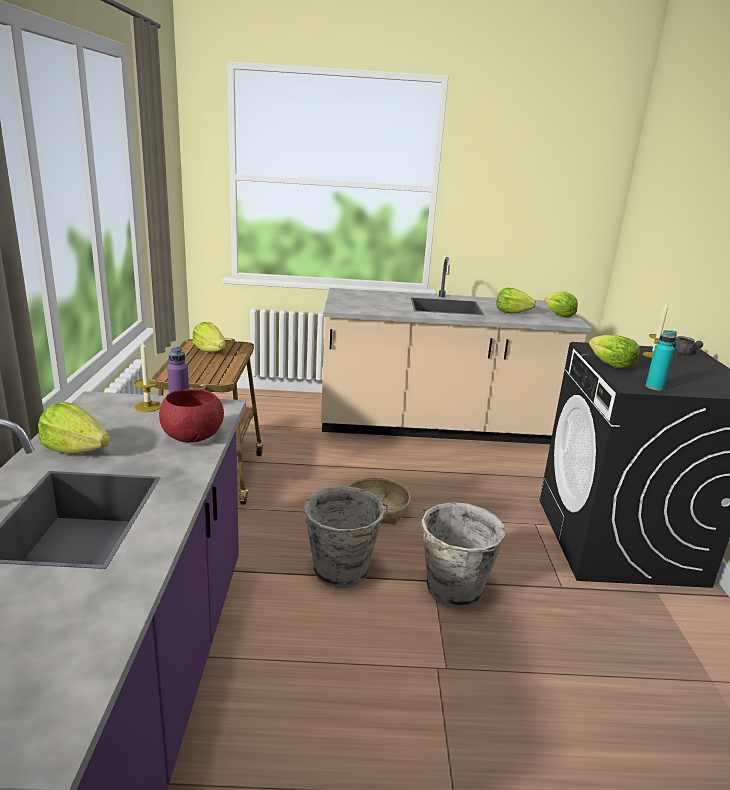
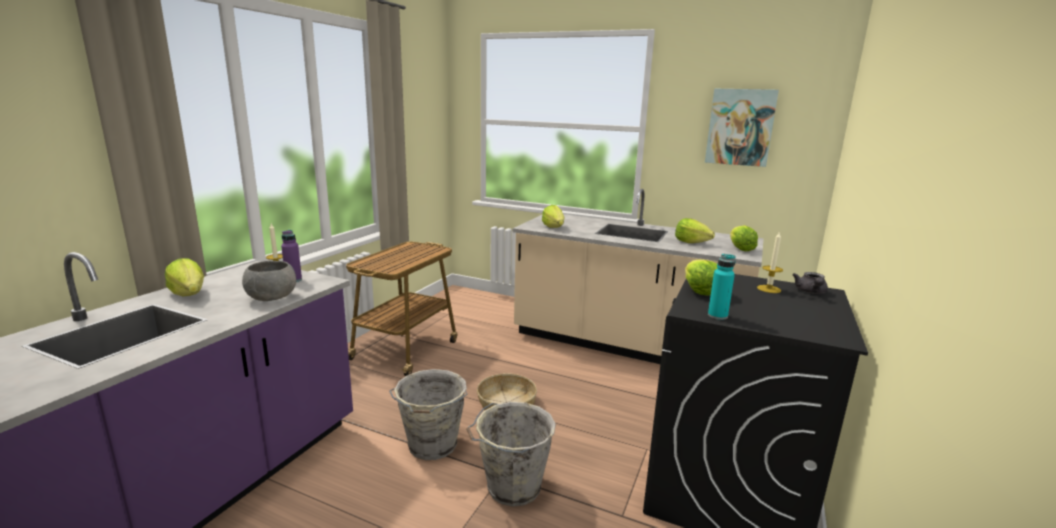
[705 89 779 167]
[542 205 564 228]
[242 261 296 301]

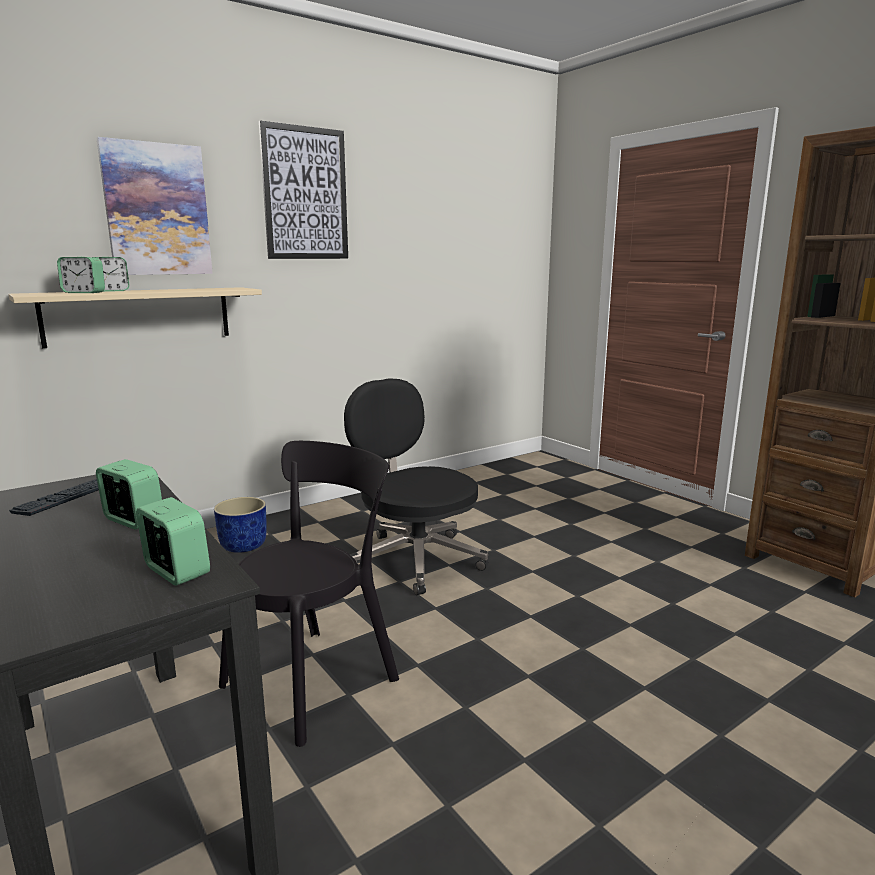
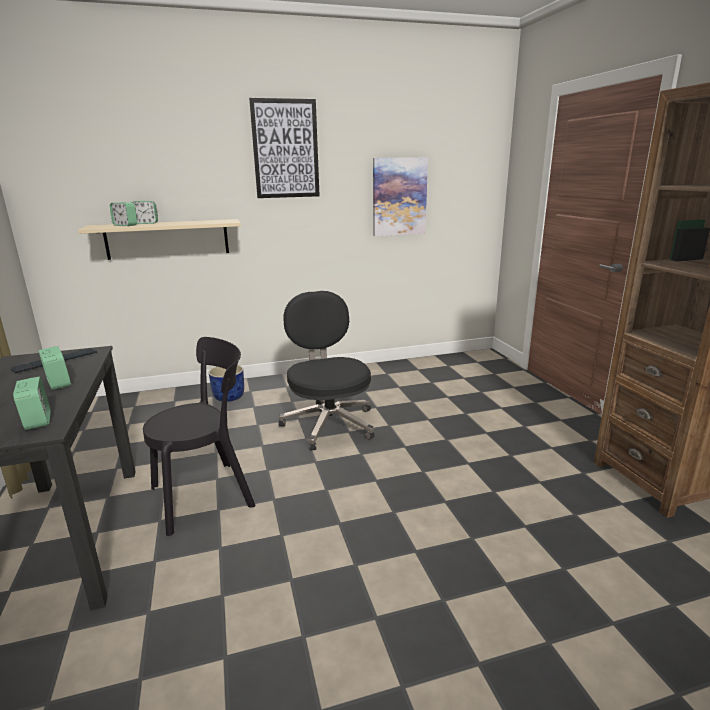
[373 157 428 236]

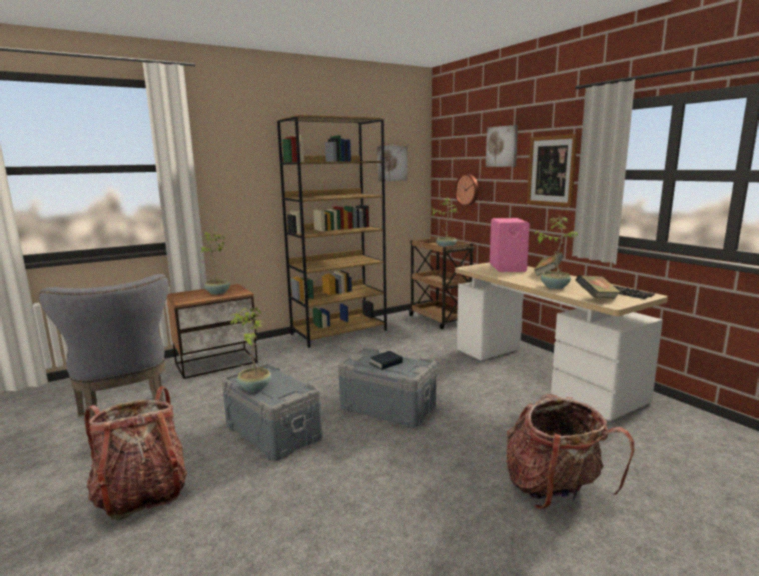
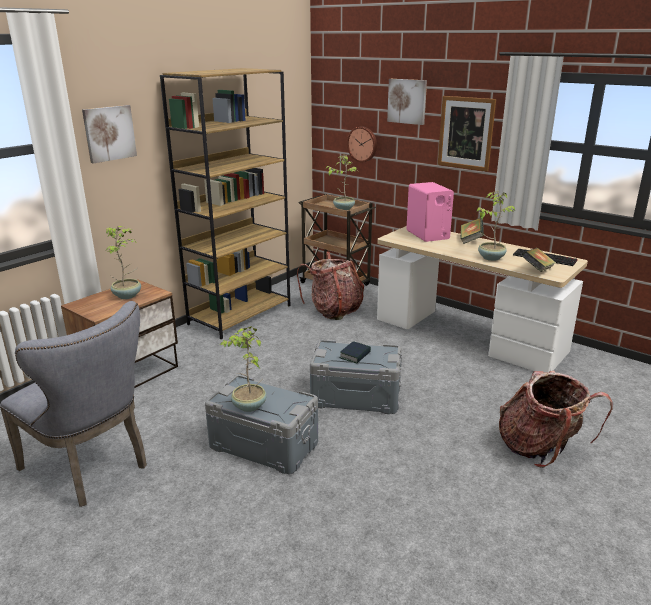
[297 252 364 320]
[82 105 137 163]

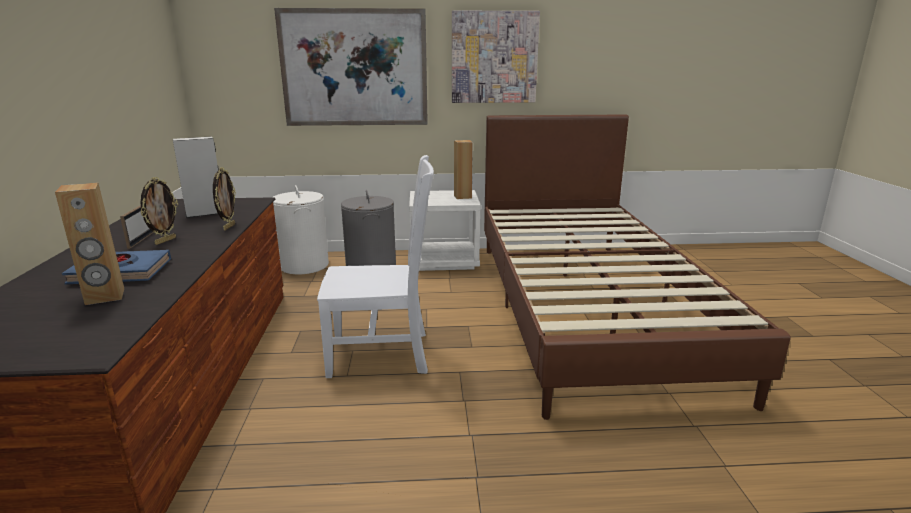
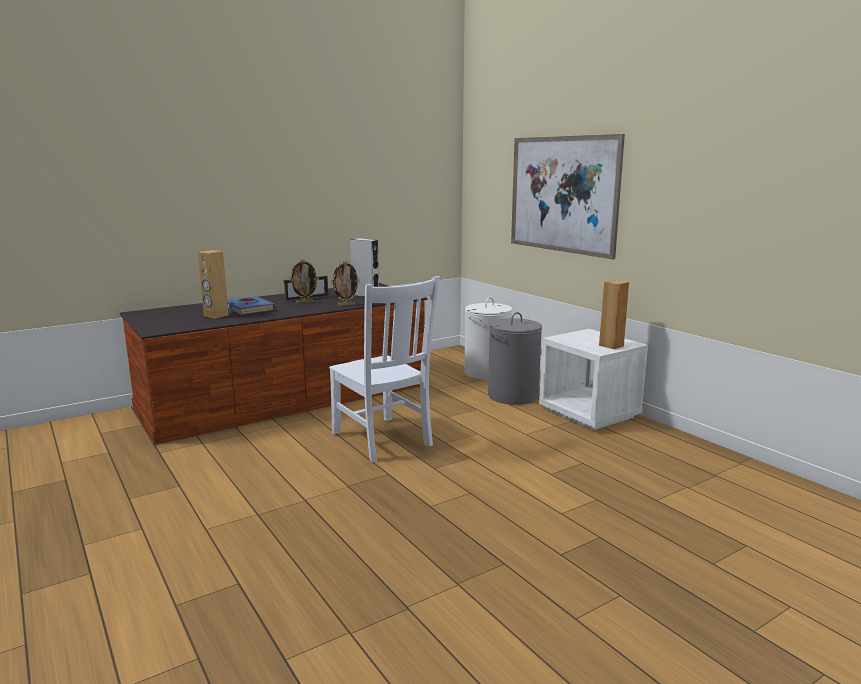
[452 11 540 103] (first image)
[484 114 791 420] (first image)

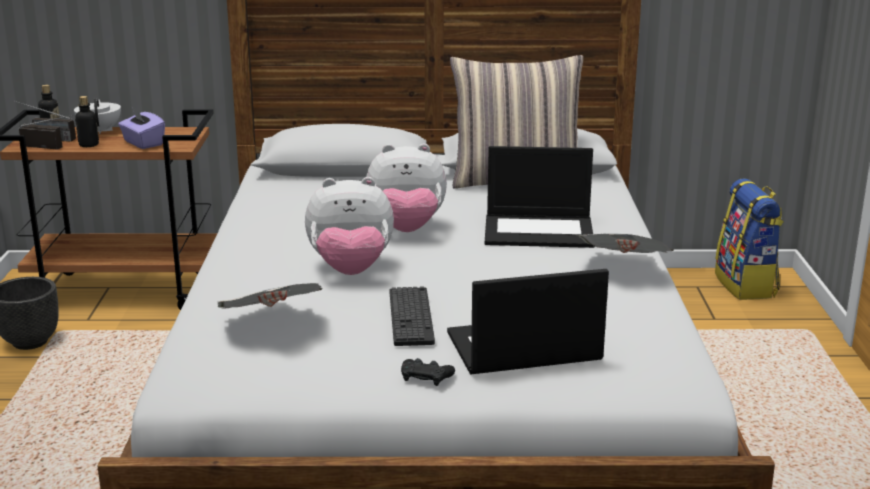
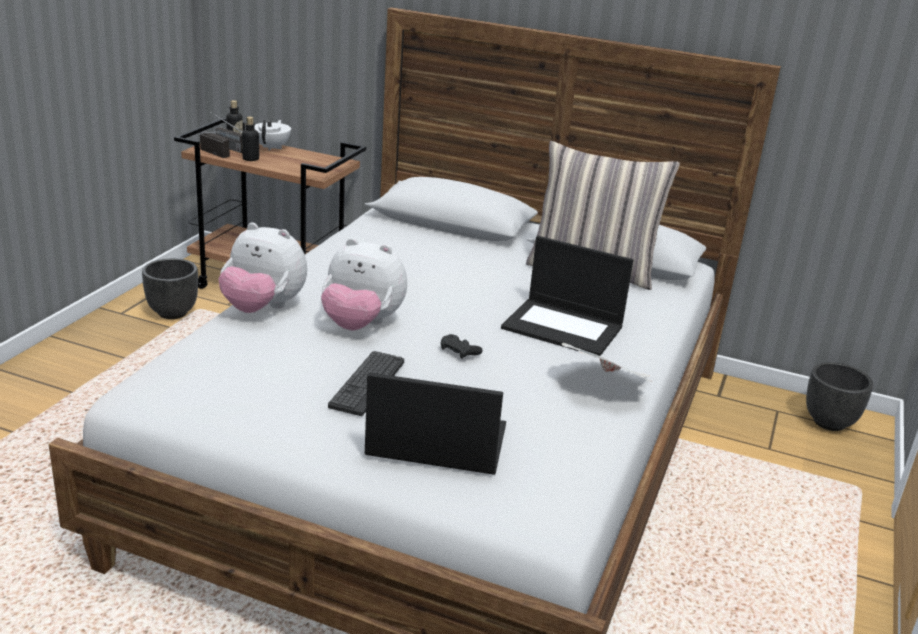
[118 107 165 149] (first image)
[218 283 322 309] (first image)
[218 222 307 313]
[441 334 483 359]
[806 362 874 431]

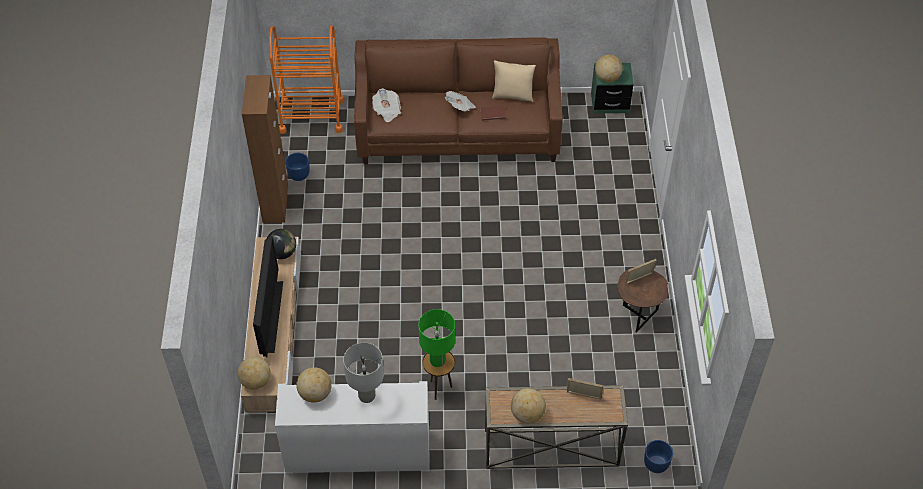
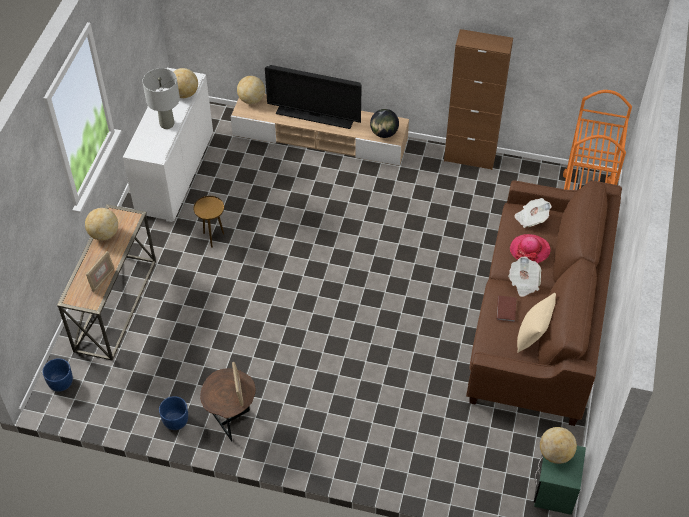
[418 309 455 367] (first image)
[510 234 551 263]
[159 396 188 430]

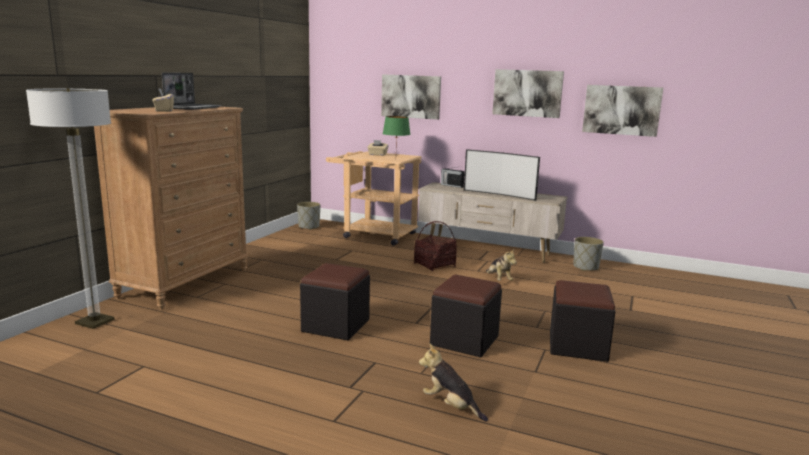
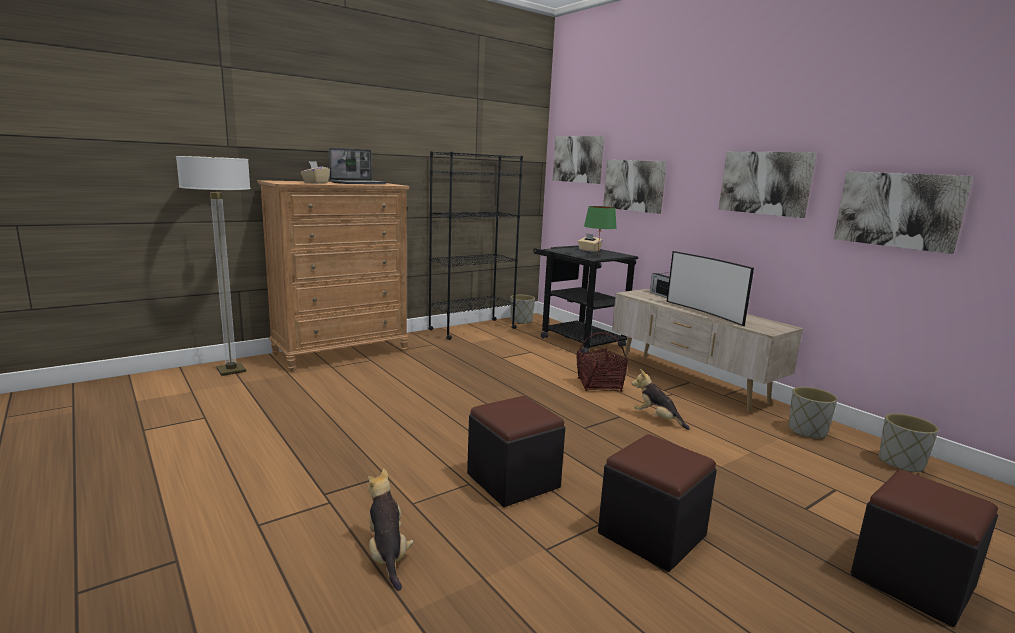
[428 151 523 340]
[553 136 604 184]
[879 413 939 473]
[851 470 998 627]
[533 246 638 354]
[632 369 690 430]

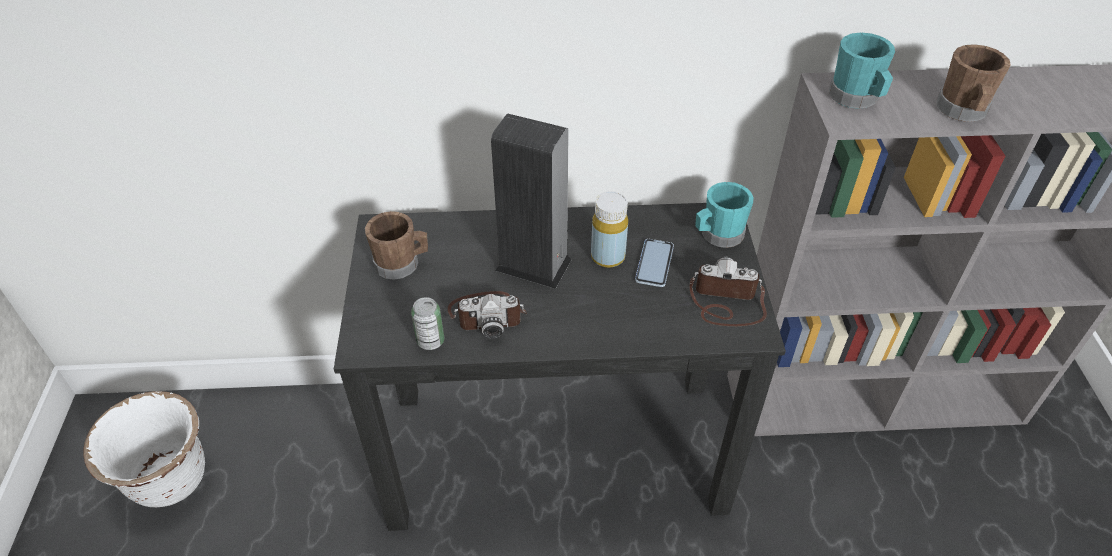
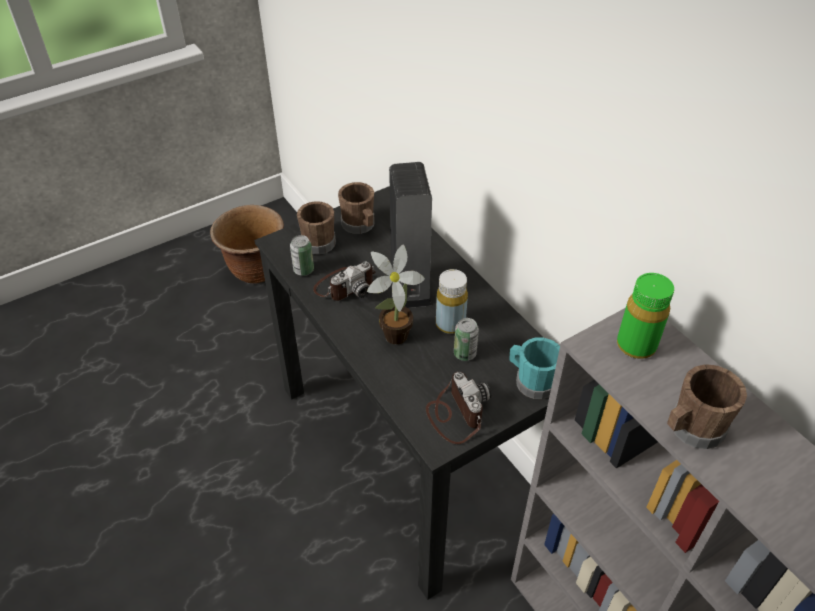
[297 201 336 255]
[367 244 425 345]
[454 318 479 361]
[617 273 674 359]
[210 205 284 283]
[313 261 376 301]

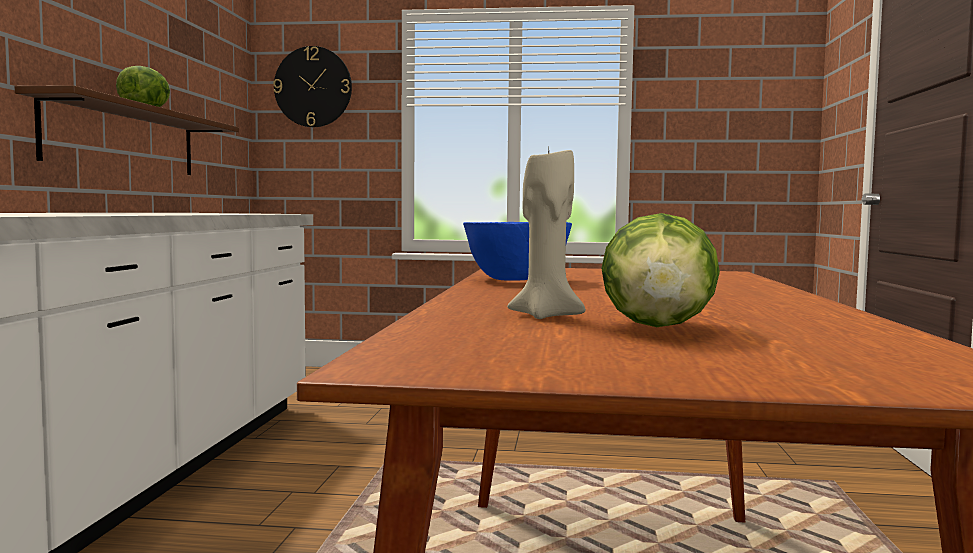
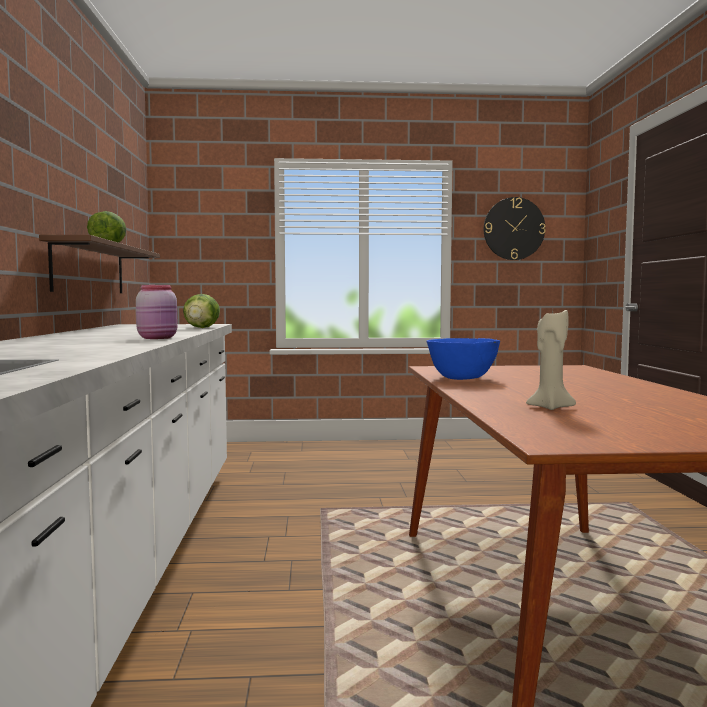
[136 285 178 339]
[484 197 545 260]
[183 294 220 328]

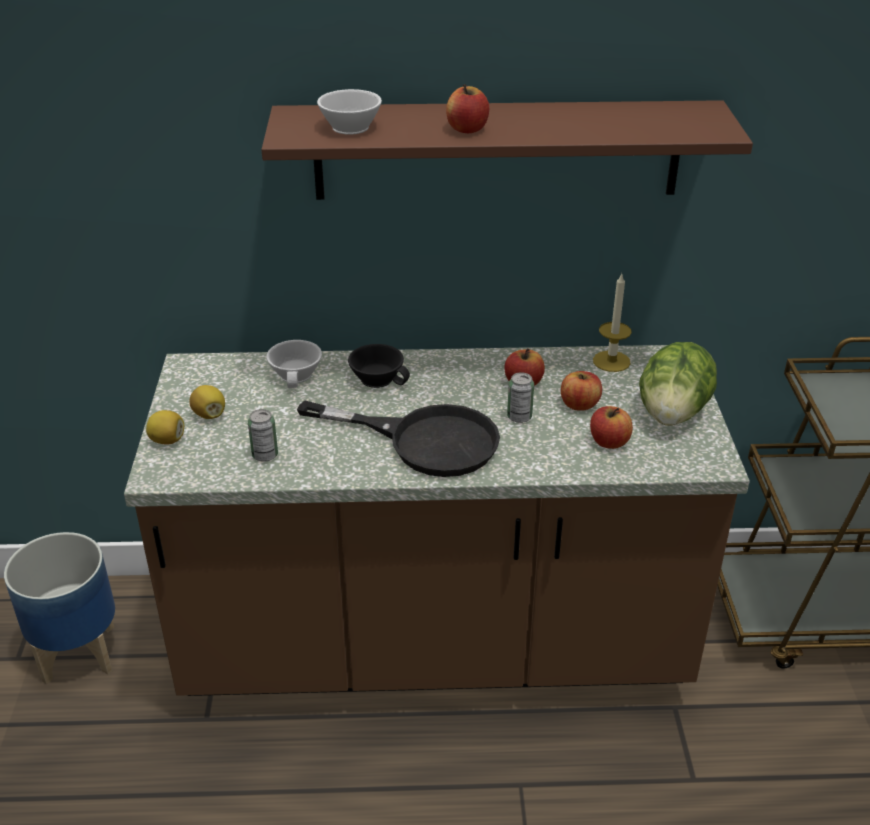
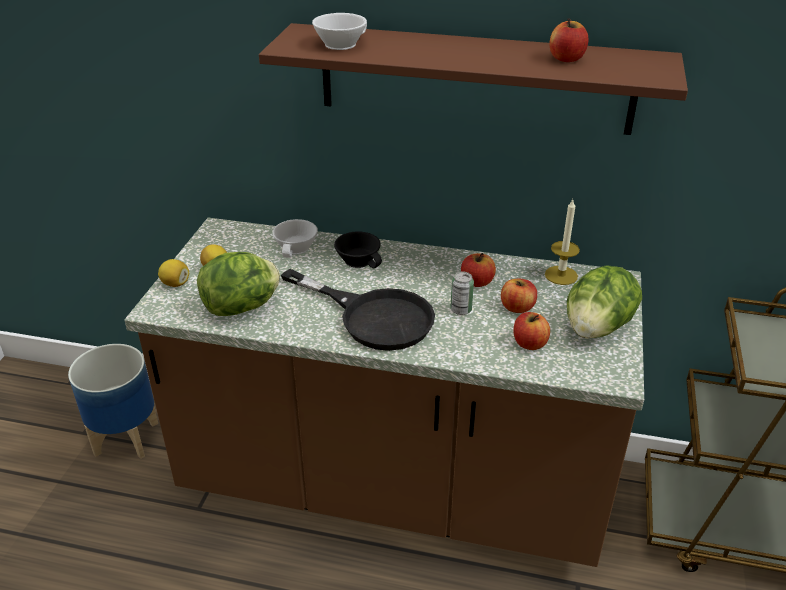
[549 18 588 62]
[197 252 280 316]

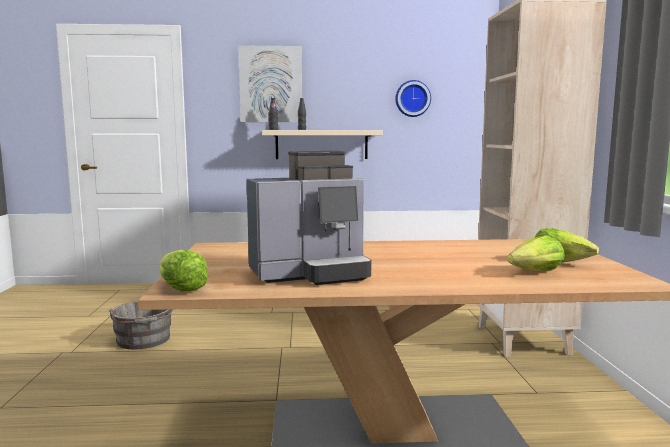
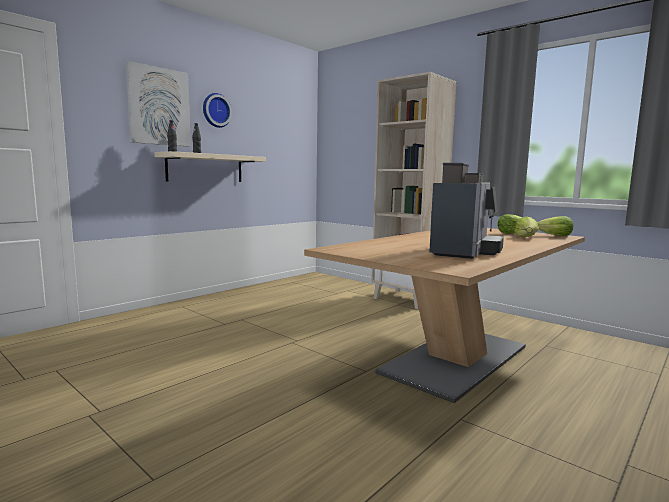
[109 301 173 350] (first image)
[537 216 573 236]
[203 93 232 128]

